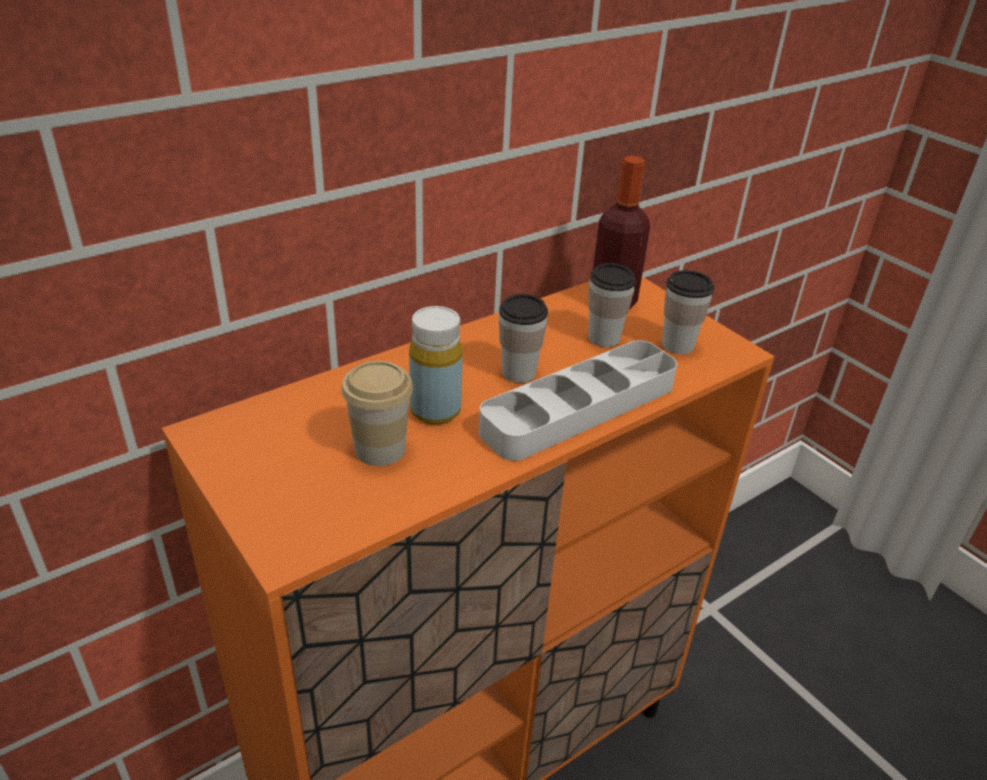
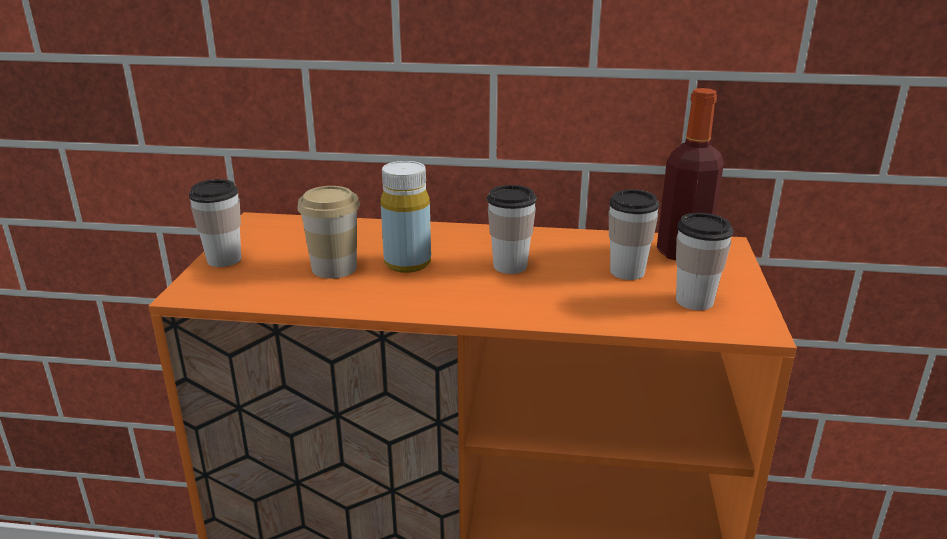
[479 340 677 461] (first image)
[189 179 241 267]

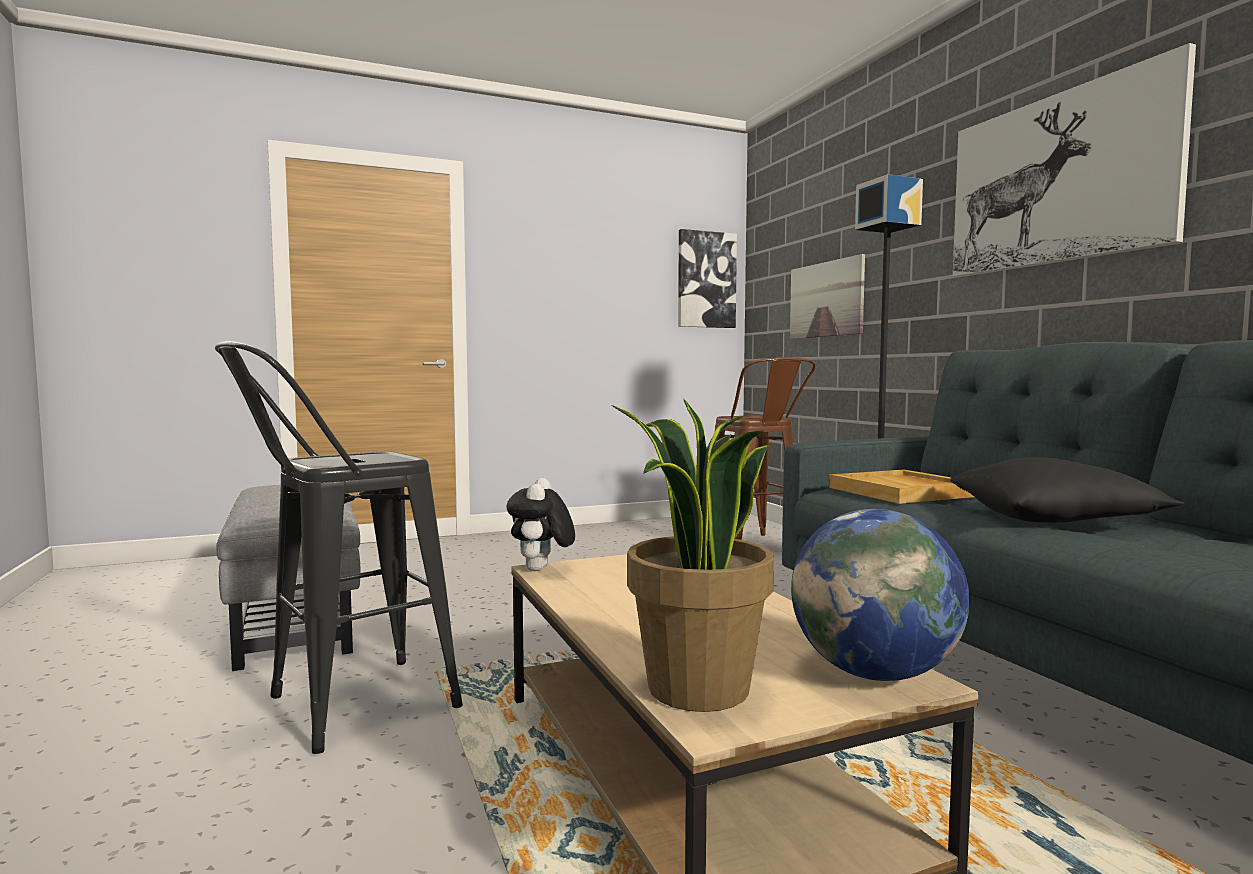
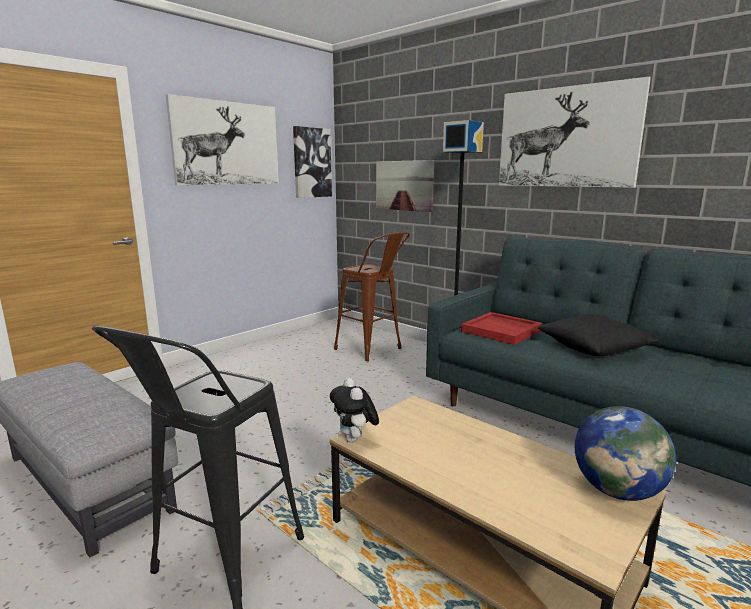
[612 399 774 712] (first image)
[166 94 279 185]
[461 312 542 345]

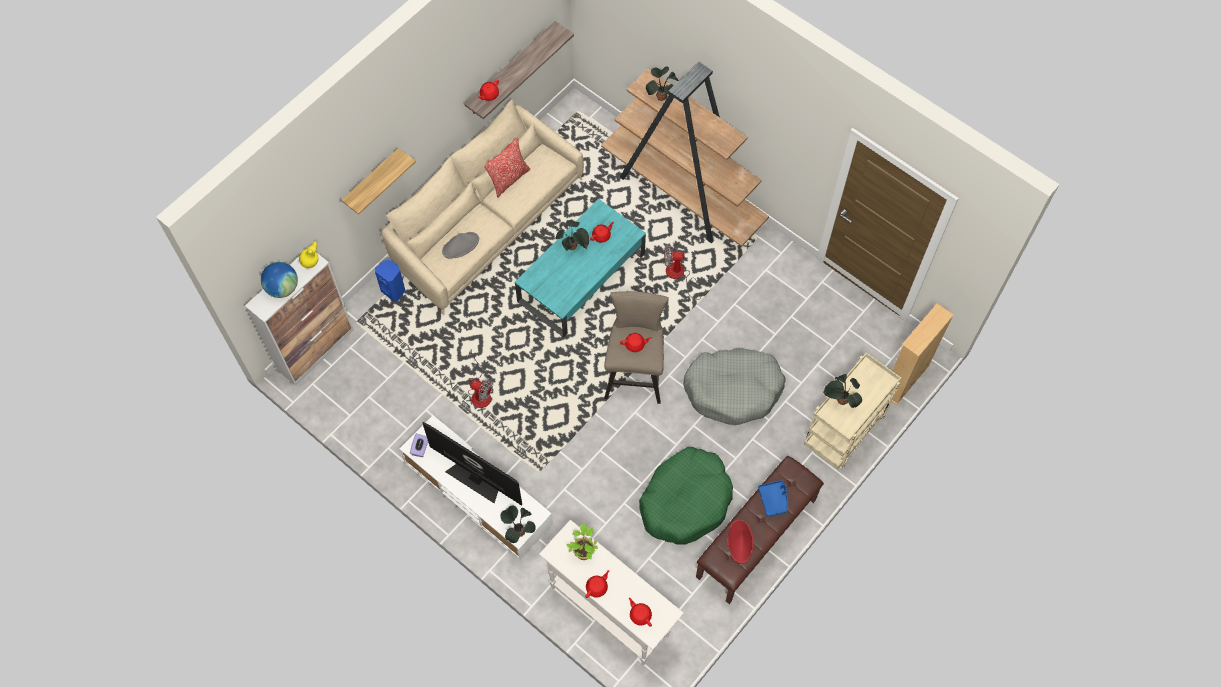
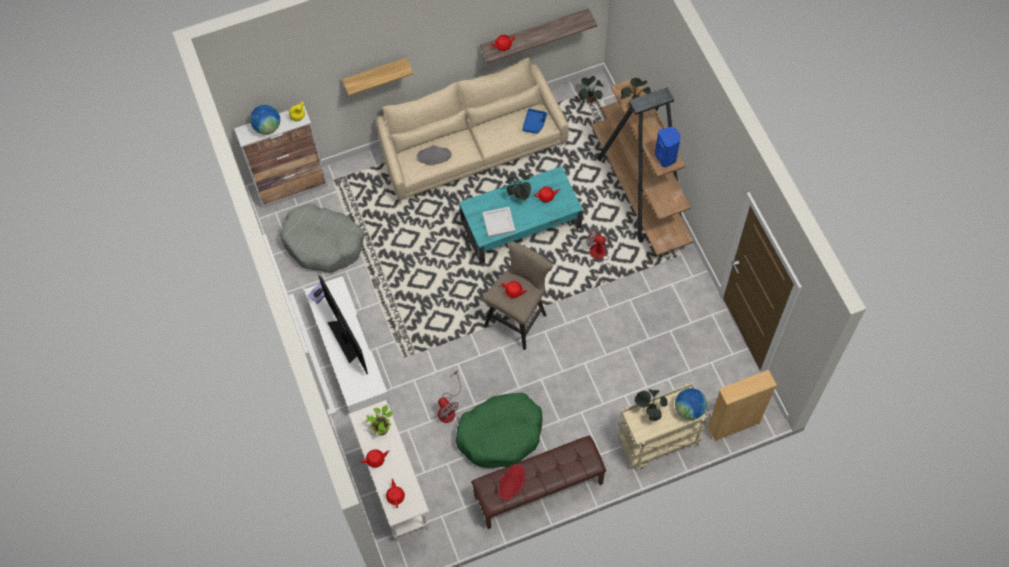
[484 138 530 198] (first image)
[482 207 515 238]
[675 388 707 420]
[655 127 681 168]
[438 370 461 423]
[579 76 603 103]
[280 204 364 273]
[522 109 547 134]

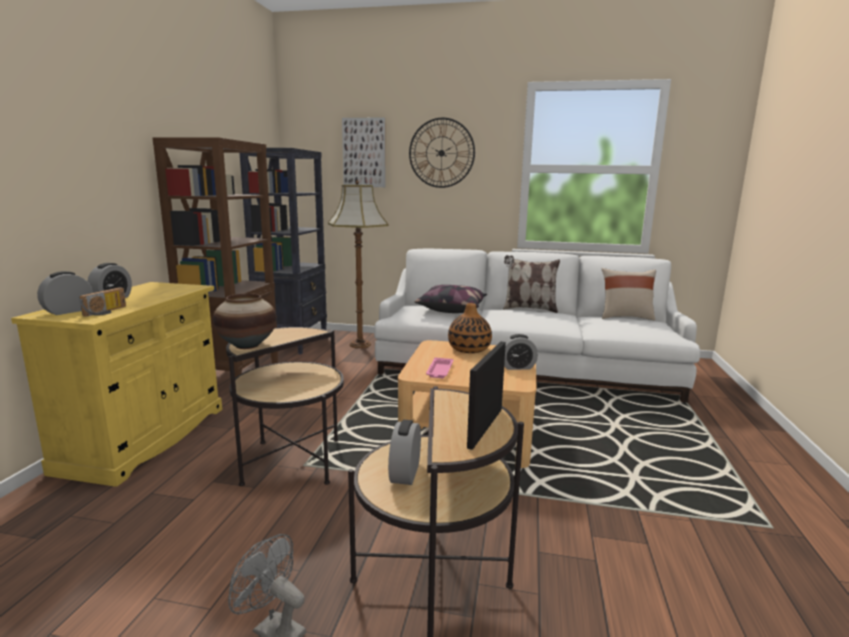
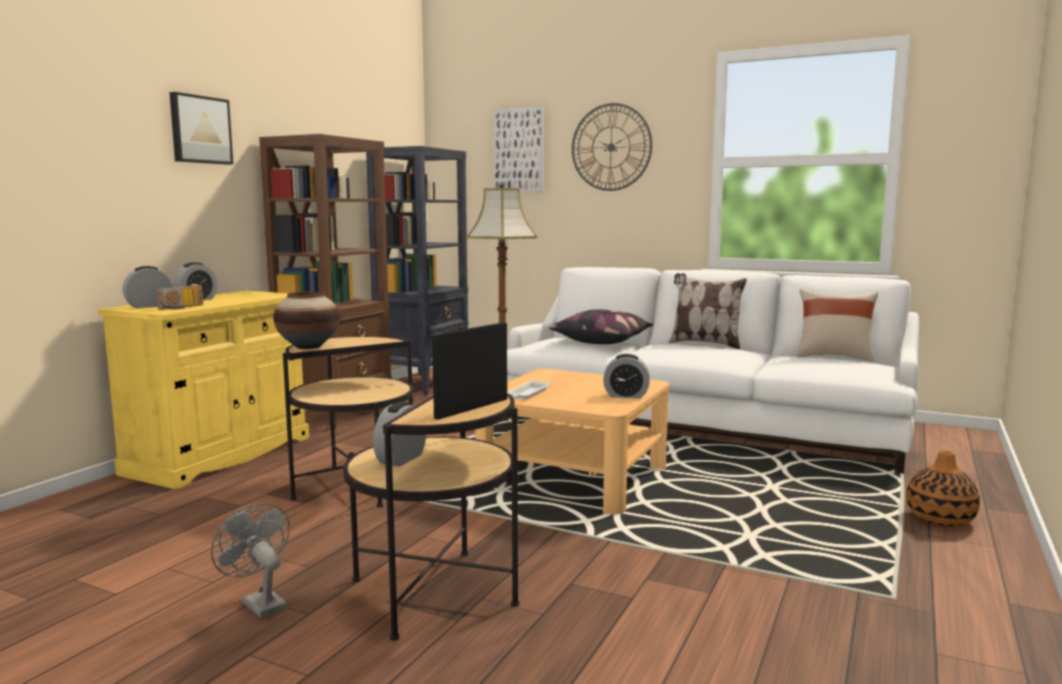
[170 92 233 165]
[906 450 980 526]
[507 381 551 400]

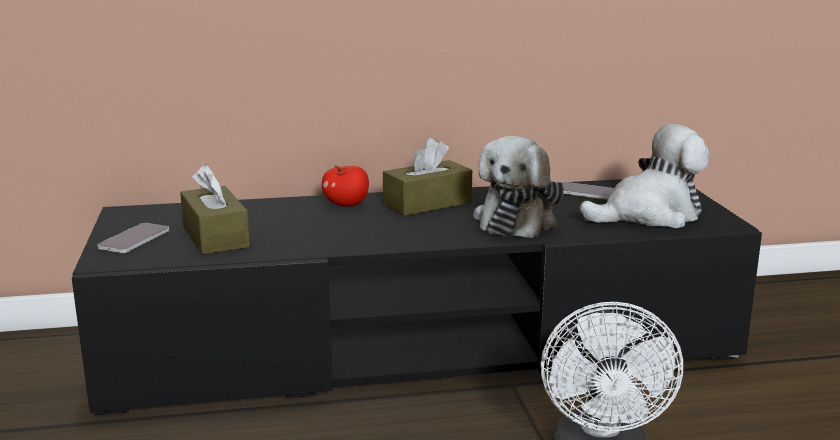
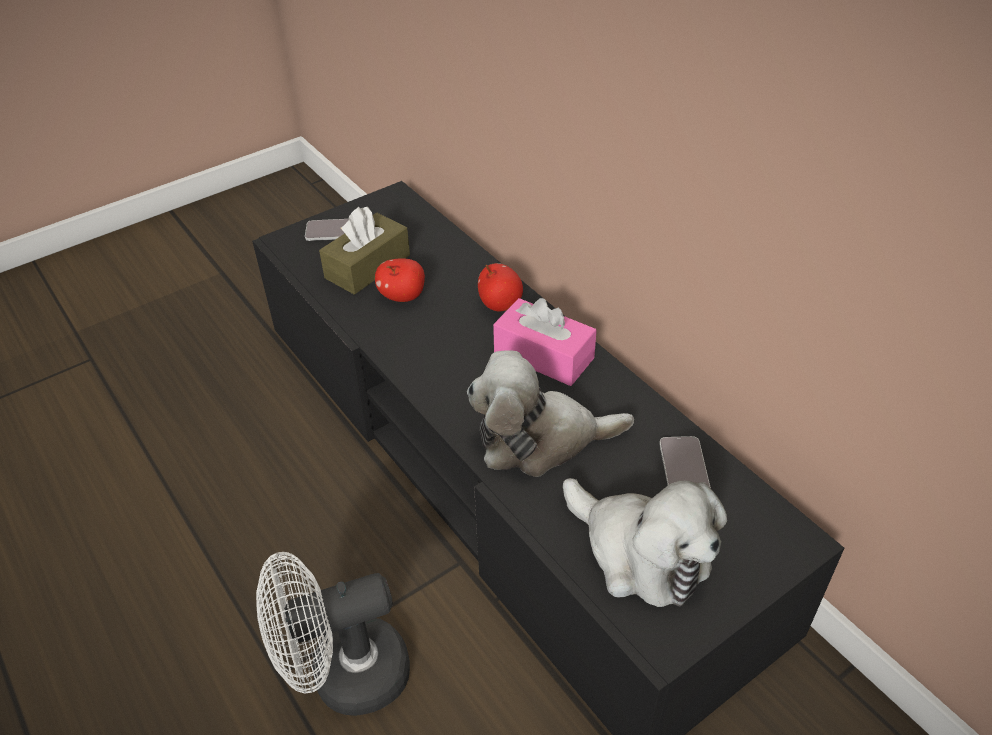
[375 258 425 302]
[493 298 597 386]

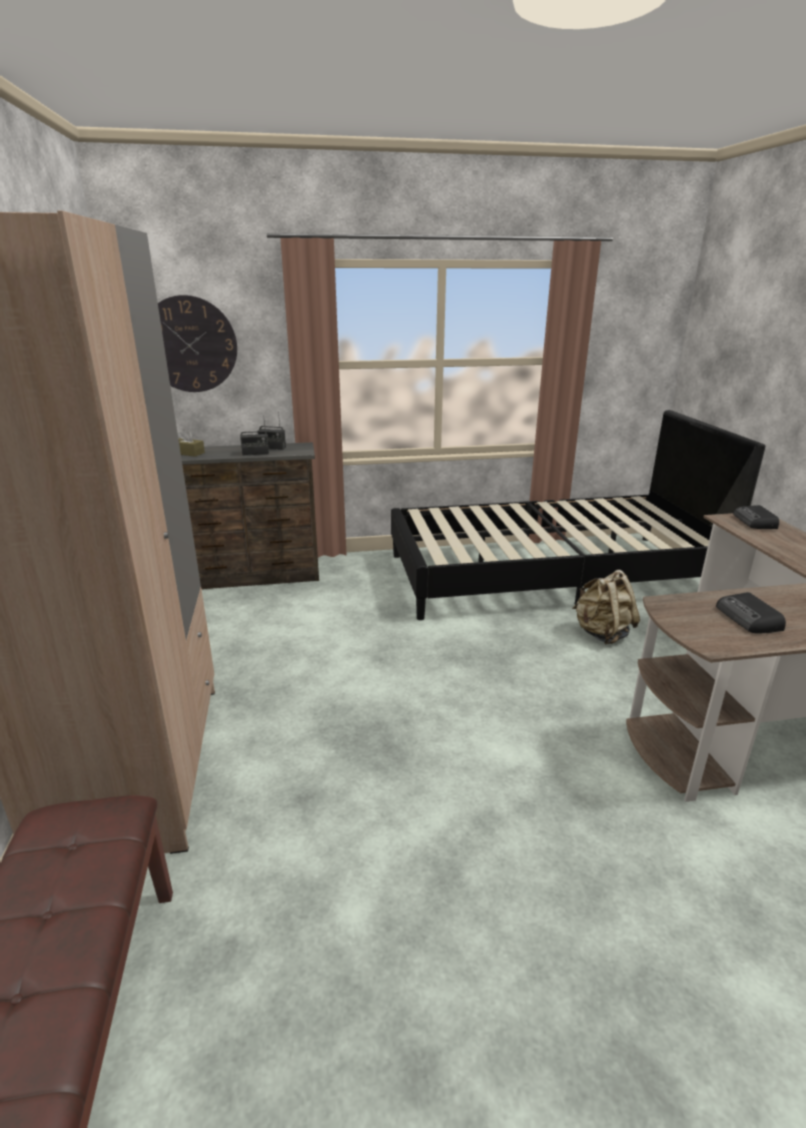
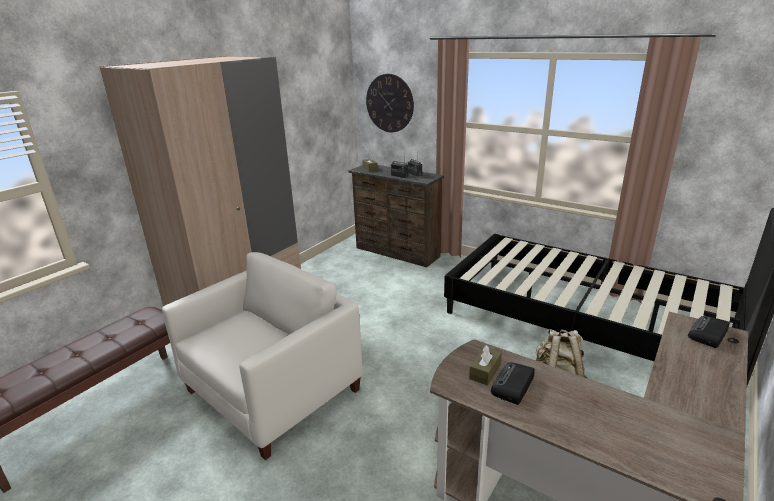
[162 252 363 460]
[469 345 502 386]

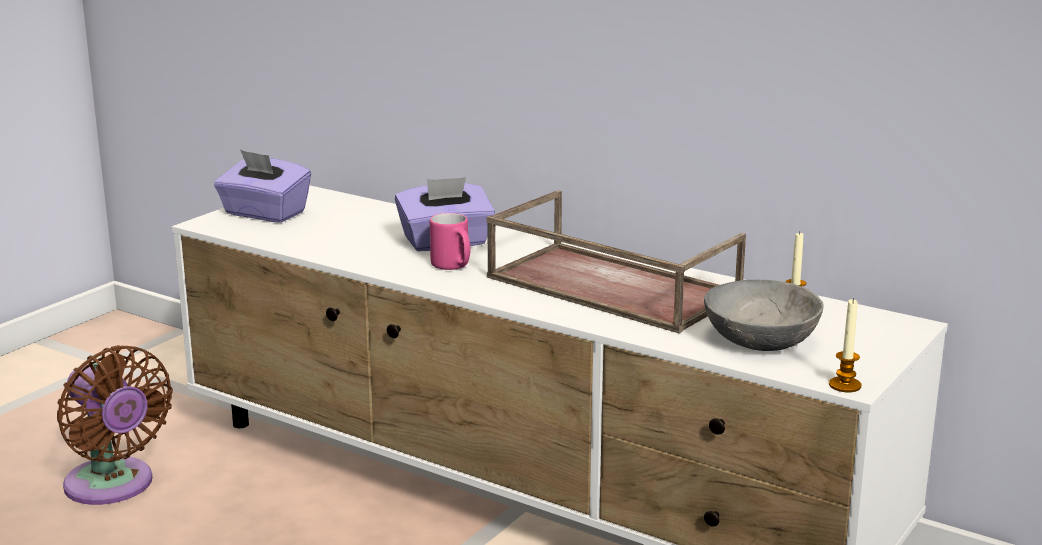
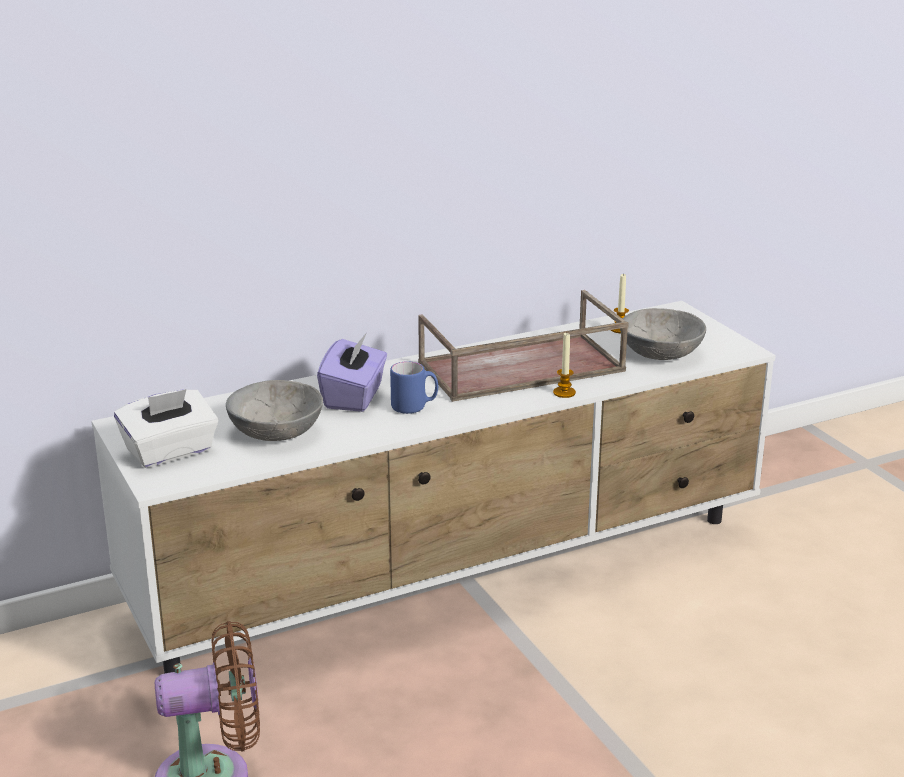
[226 380 323 441]
[553 333 576 398]
[114 389 218 468]
[390 361 438 414]

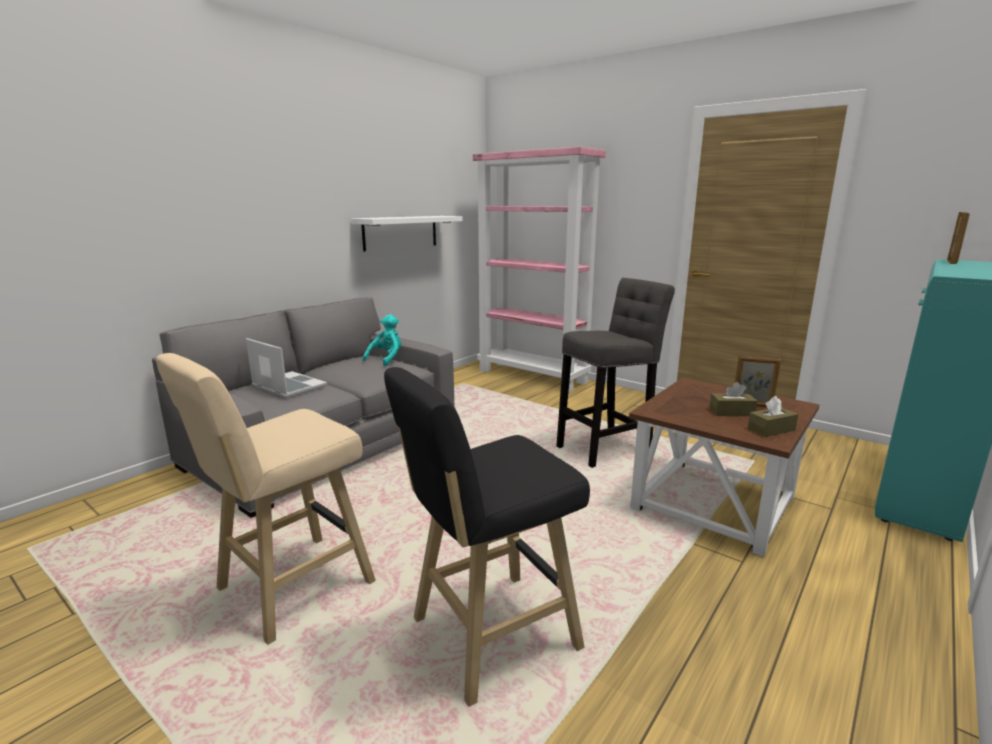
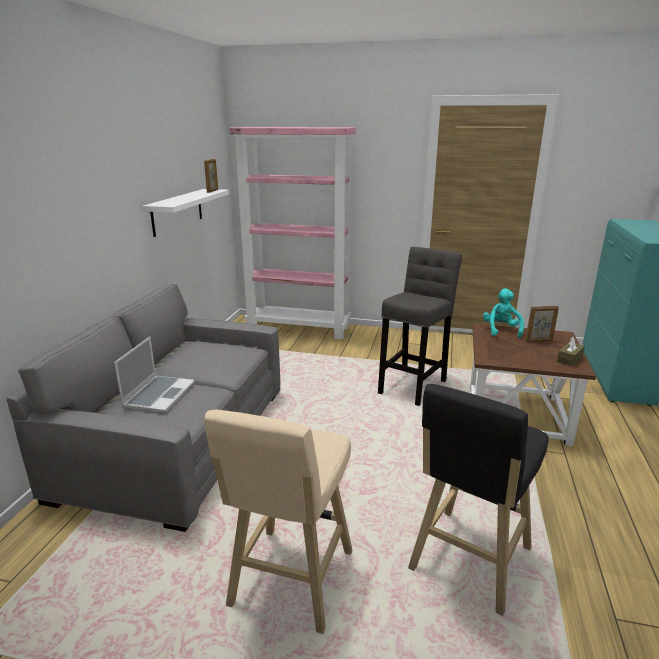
[709 382 757 416] (first image)
[483 289 524 338]
[204 159 218 193]
[114 337 195 413]

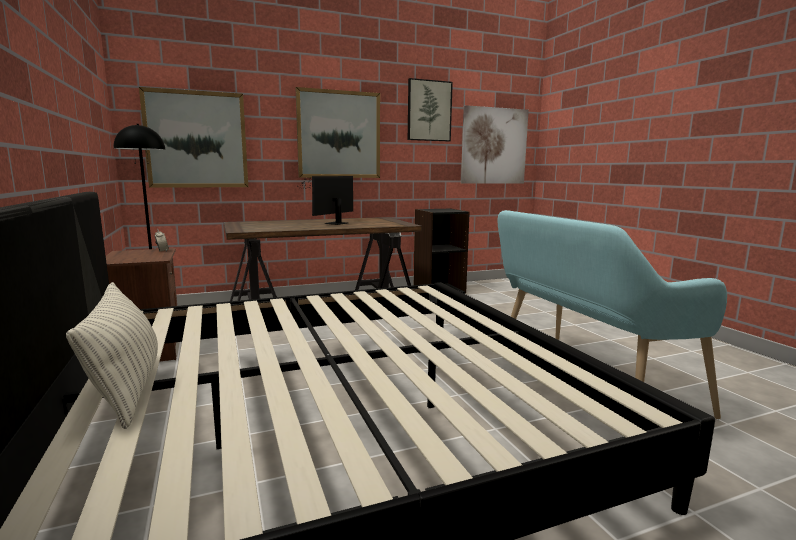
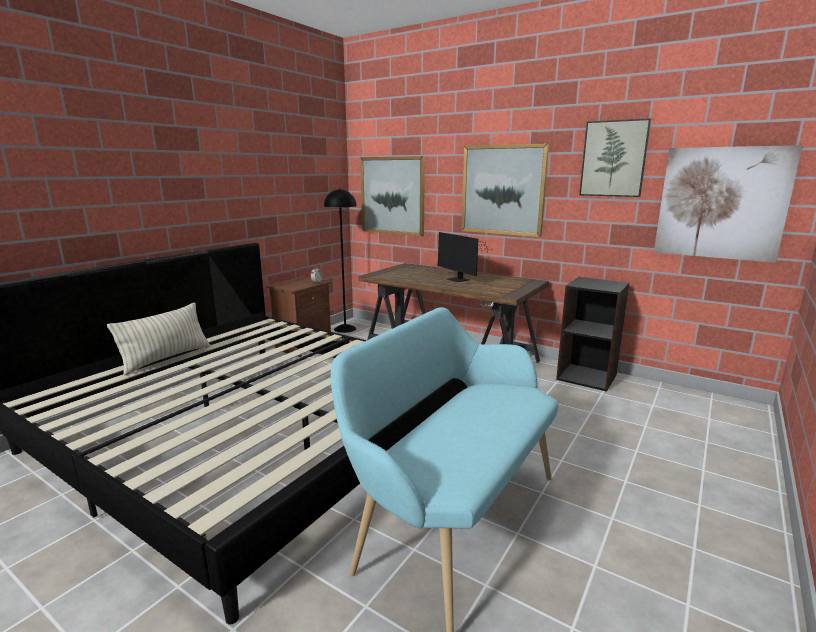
[437 232 492 282]

